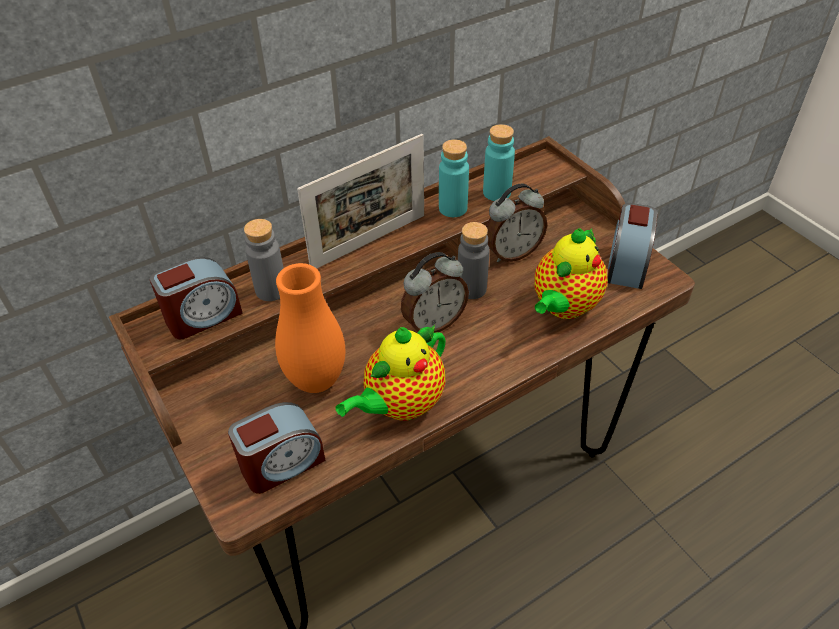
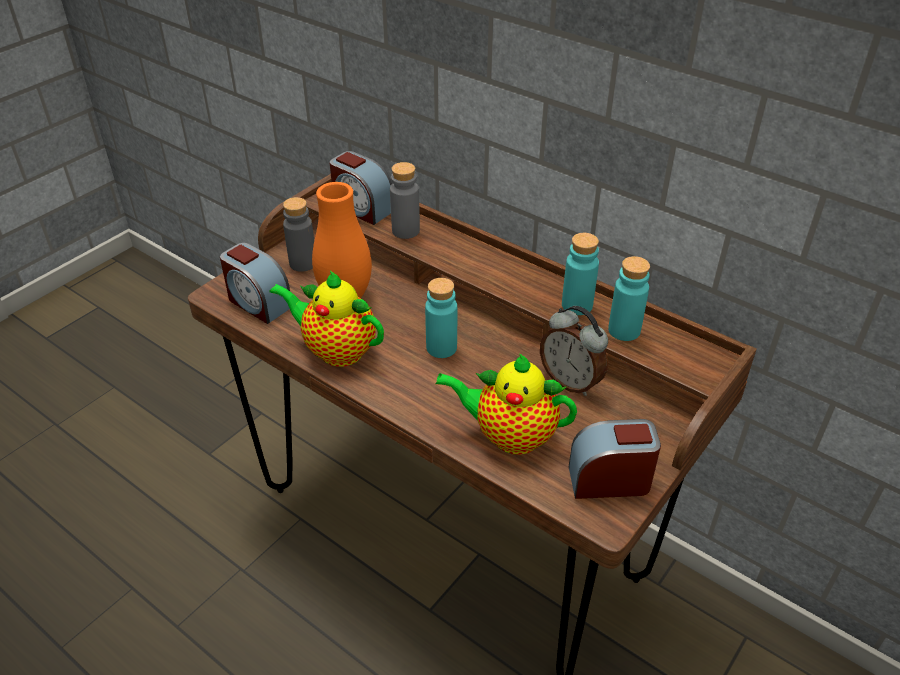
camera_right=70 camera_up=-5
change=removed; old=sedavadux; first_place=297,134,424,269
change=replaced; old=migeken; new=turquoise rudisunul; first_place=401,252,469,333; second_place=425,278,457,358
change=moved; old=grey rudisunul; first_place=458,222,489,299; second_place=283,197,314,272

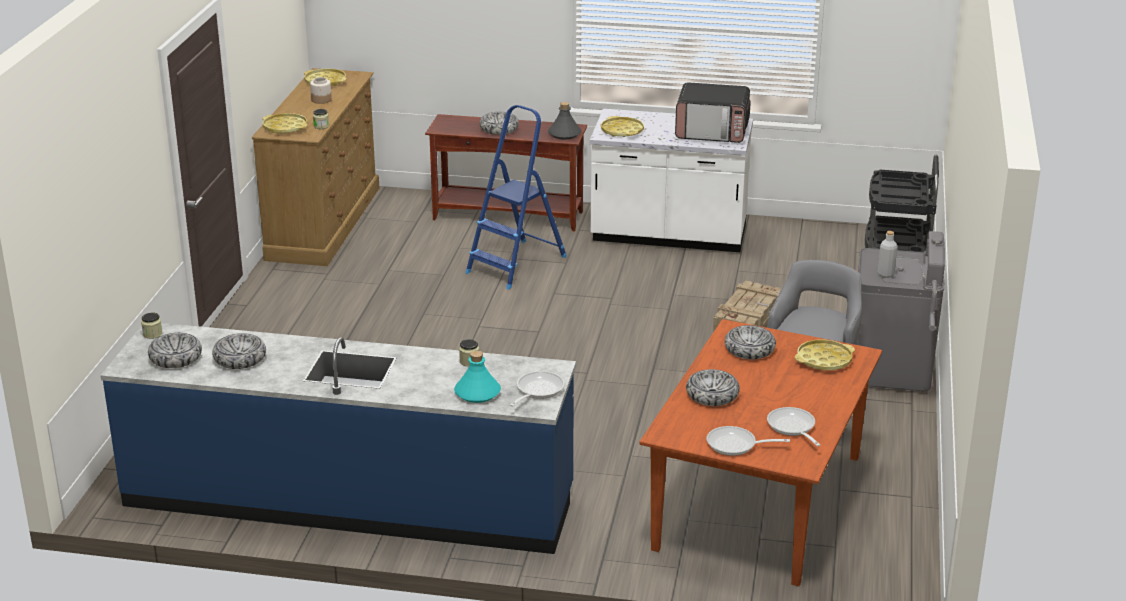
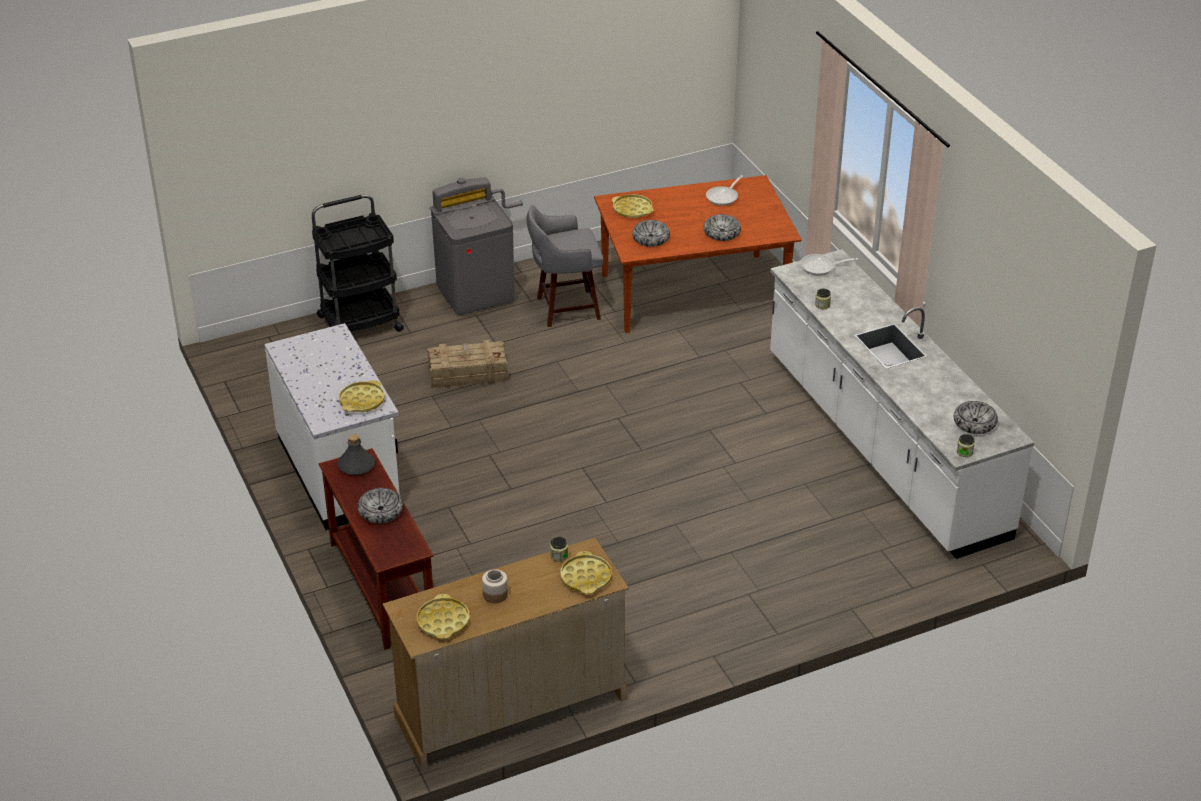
camera_right=-125 camera_up=10
change=recoloured; old=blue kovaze; new=white kovaze; first_place=100,323,576,554; second_place=770,249,1034,559
change=removed; old=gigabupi; first_place=212,333,266,369
change=removed; old=turquoise rudisunul; first_place=454,351,501,403
change=removed; old=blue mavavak; first_place=465,105,567,290
change=removed; old=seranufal; first_place=675,82,751,143
change=removed; old=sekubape; first_place=707,426,790,456
change=removed; old=grey rudisunul; first_place=878,231,897,278

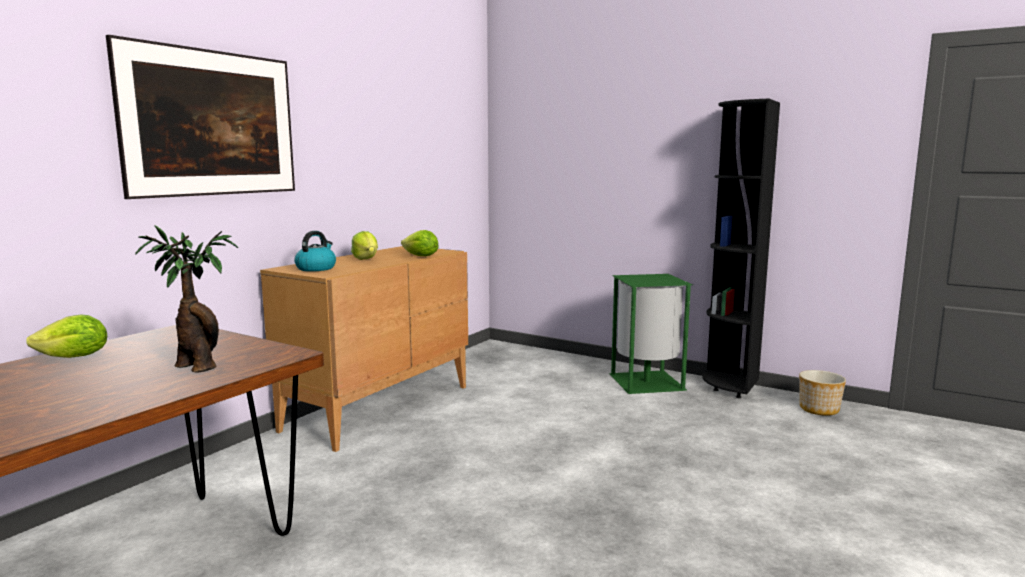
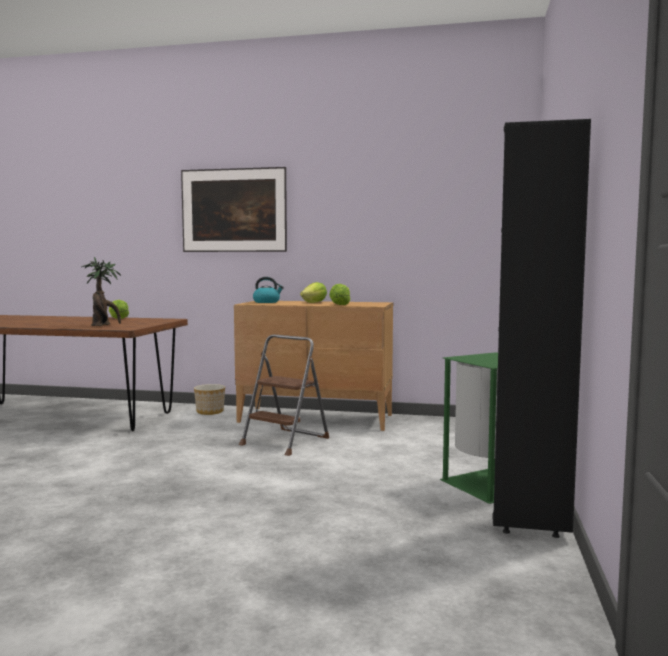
camera_right=70 camera_up=-5
change=moved; old=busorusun; first_place=799,370,846,416; second_place=194,384,225,415
change=added; new=brown mavavak; second_place=239,335,329,456

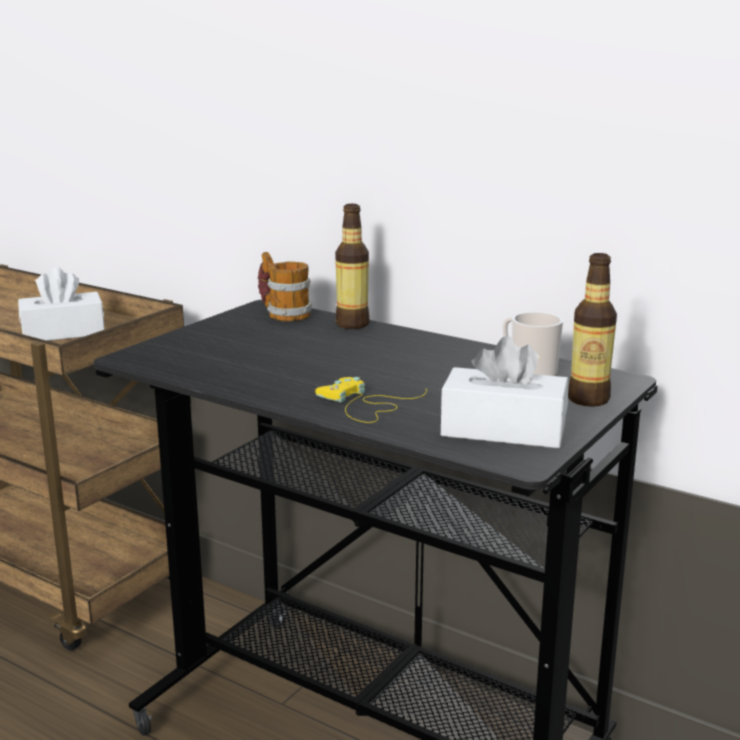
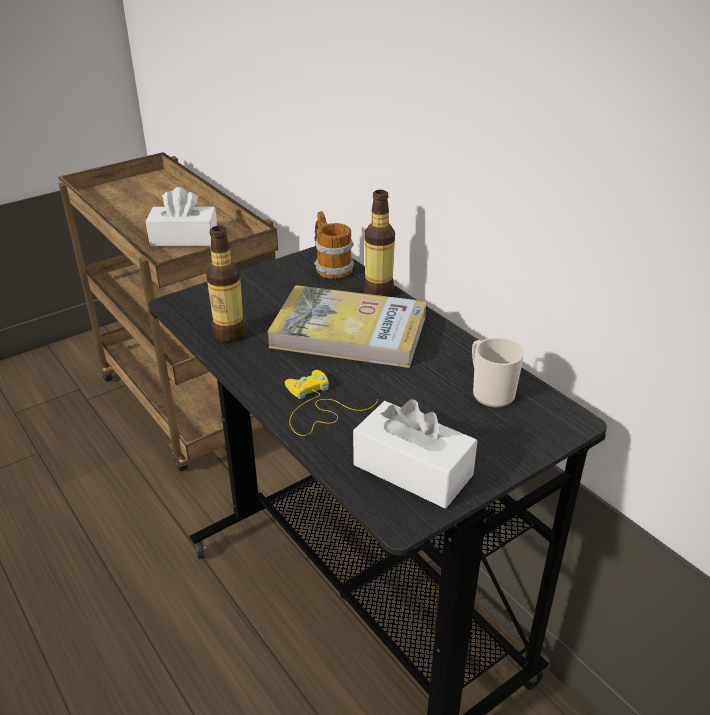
camera_right=20 camera_up=15
change=moved; old=rudisunul; first_place=568,253,617,407; second_place=206,226,246,342
change=added; new=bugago; second_place=267,285,426,368

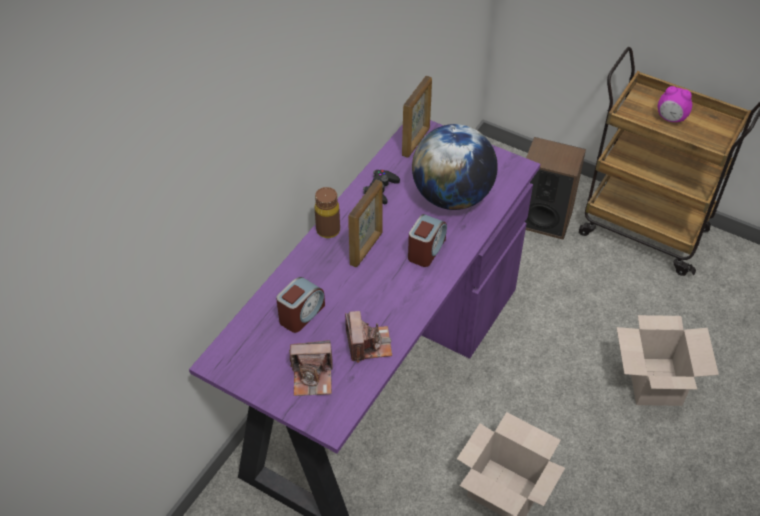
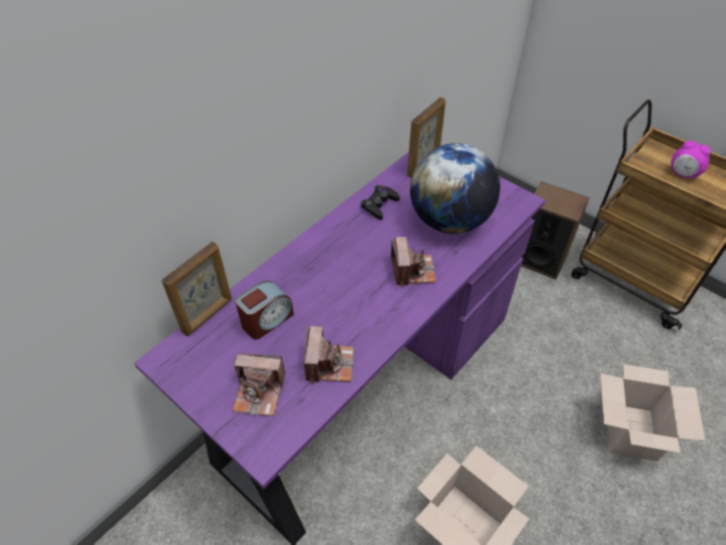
camera_right=10 camera_up=0
change=removed; old=brown rudisunul; first_place=315,187,340,238
change=moved; old=sedavadux; first_place=348,180,383,267; second_place=162,241,232,336
change=replaced; old=migeken; new=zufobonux; first_place=408,214,447,267; second_place=391,237,436,287

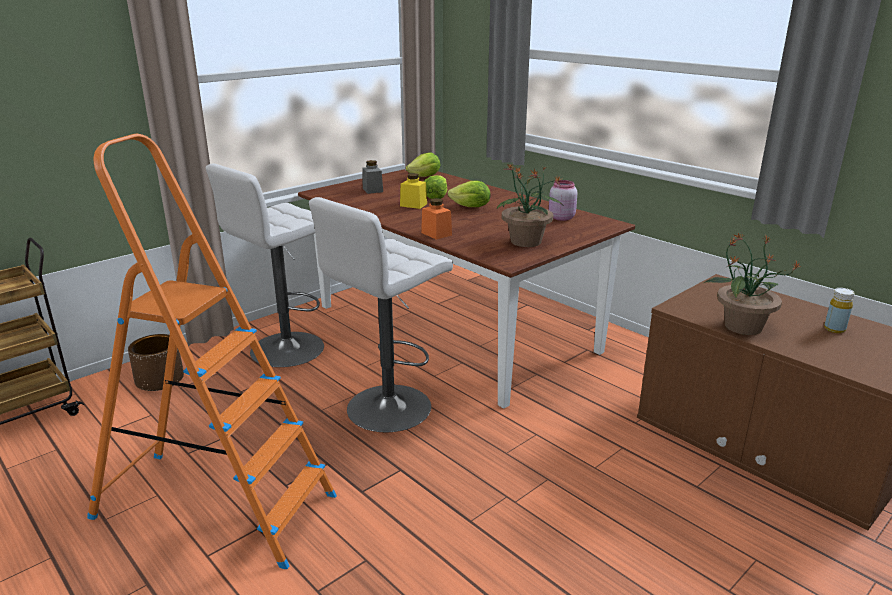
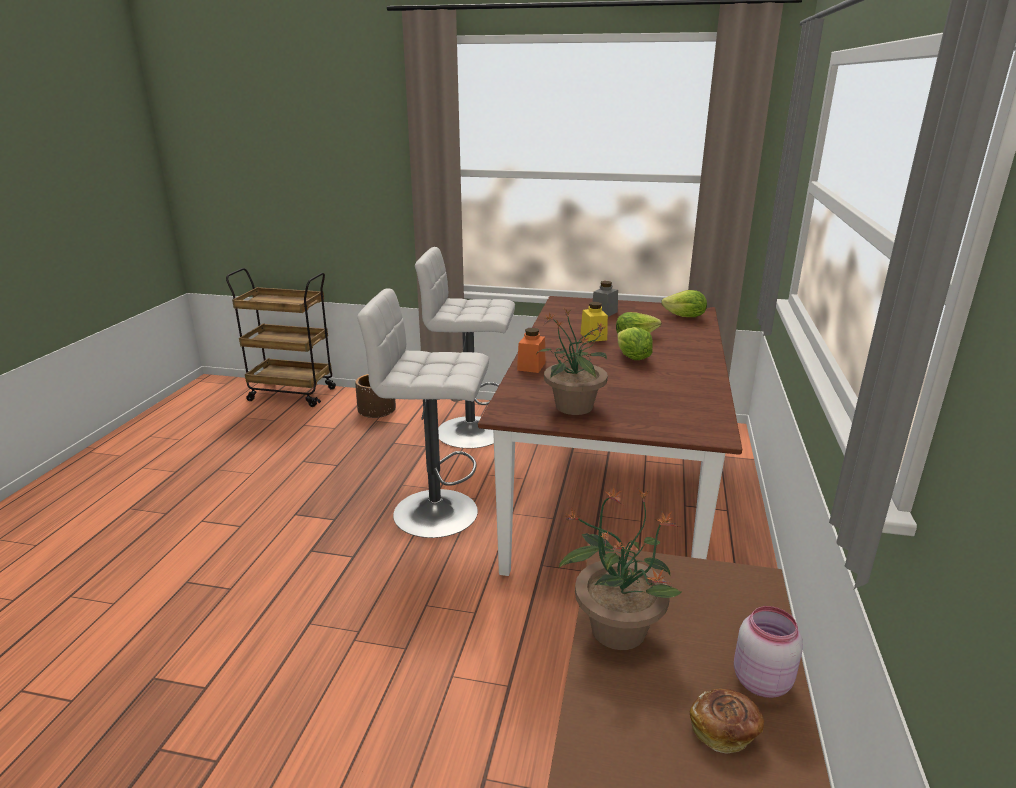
camera_right=55 camera_up=0
change=removed; old=orange mavavak; first_place=87,134,337,569
change=moved; old=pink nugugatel; first_place=549,180,577,221; second_place=734,606,803,698
change=replaced; old=yellow rudisunul; new=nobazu; first_place=824,288,855,333; second_place=690,689,764,754

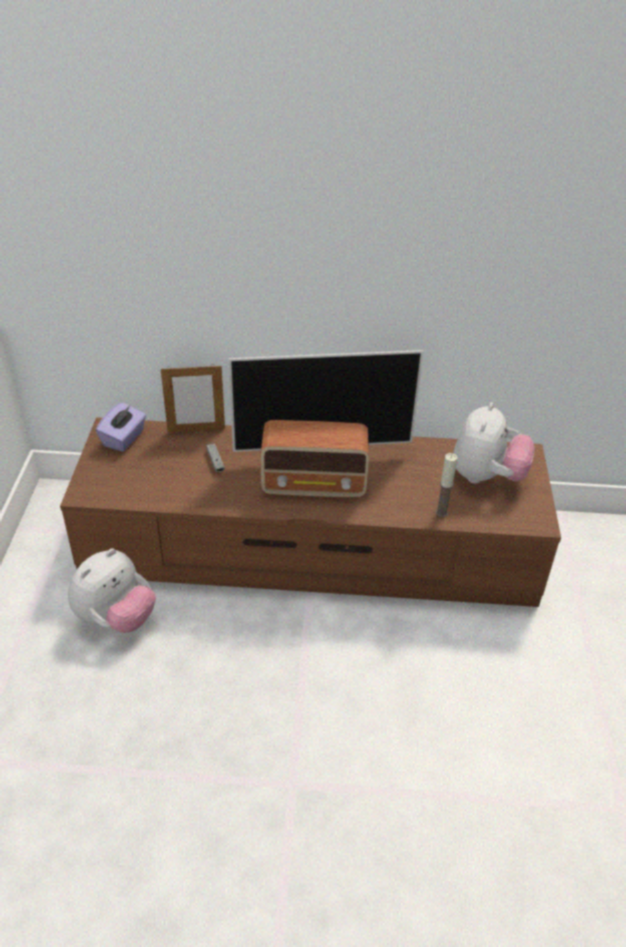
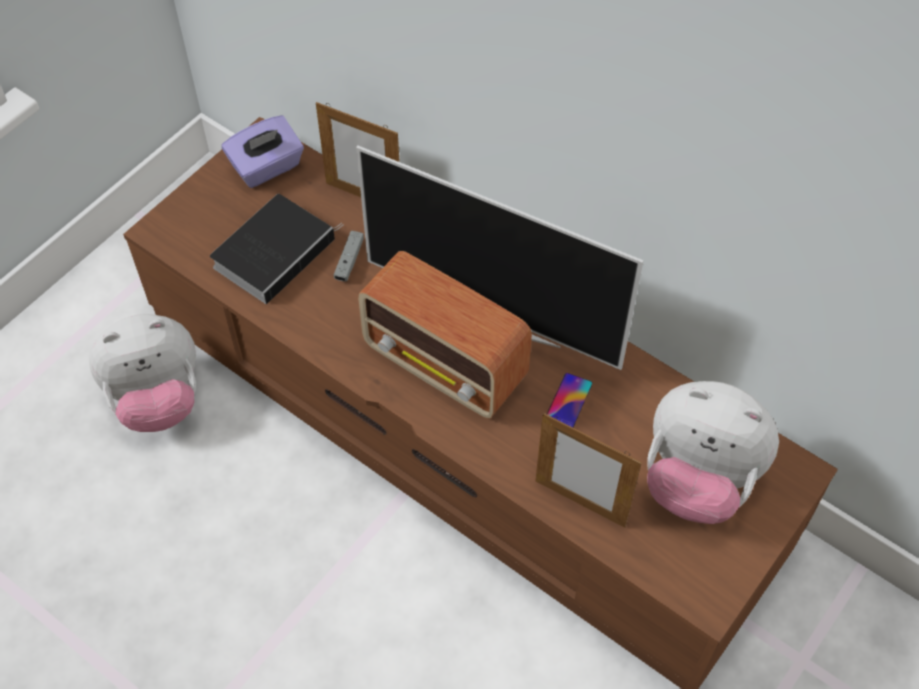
camera_right=35 camera_up=15
change=replaced; old=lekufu; new=sedavadux; first_place=435,453,457,517; second_place=536,413,642,528
change=turned; old=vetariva; first_place=453,402,535,484; second_place=647,381,779,524; degrees=60
change=added; new=bugago; second_place=210,194,344,305
change=added; new=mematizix; second_place=547,373,592,428

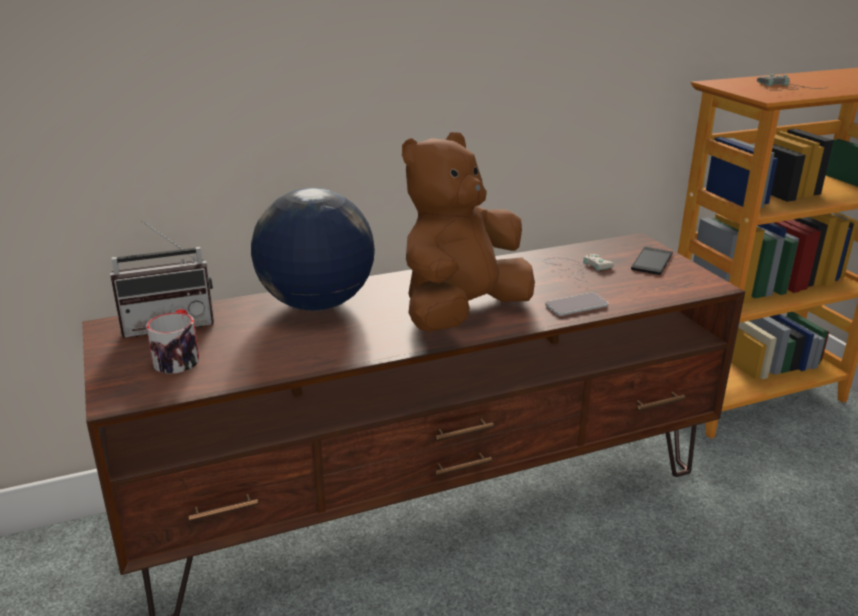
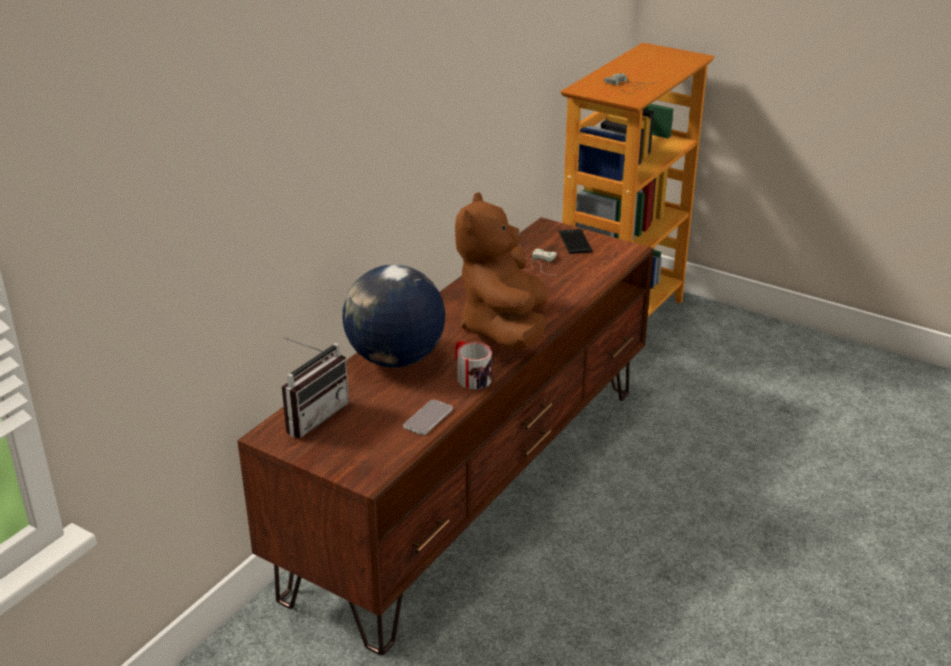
camera_right=-35 camera_up=5
change=moved; old=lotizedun; first_place=146,309,199,374; second_place=456,341,492,389
change=moved; old=mematizix; first_place=545,293,608,316; second_place=404,400,453,435

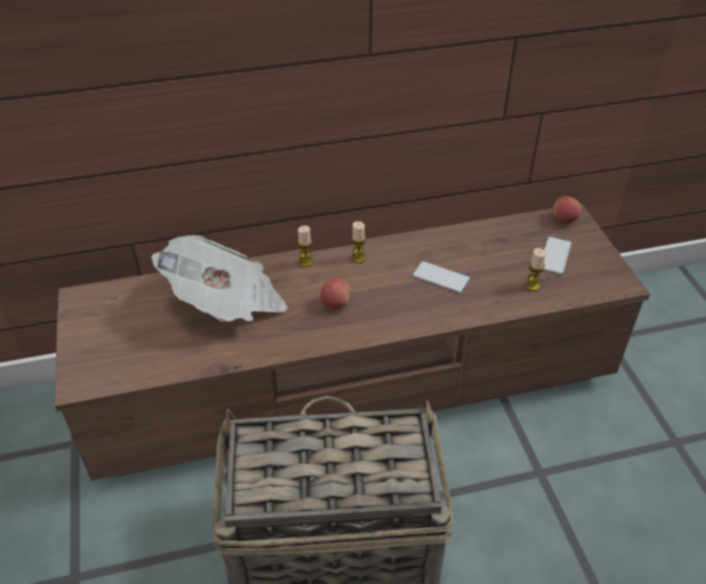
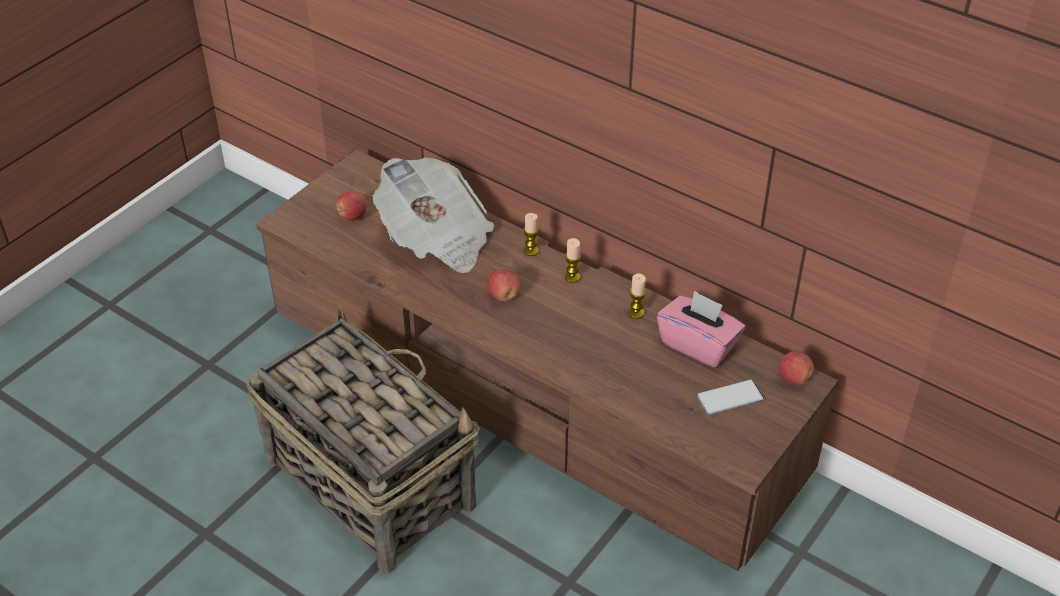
camera_right=50 camera_up=0
change=removed; old=mematizix; first_place=412,261,471,293
change=moved; old=lekufu; first_place=525,248,546,291; second_place=628,274,646,319
change=added; new=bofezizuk; second_place=336,192,367,221
change=added; new=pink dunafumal; second_place=657,290,745,368

